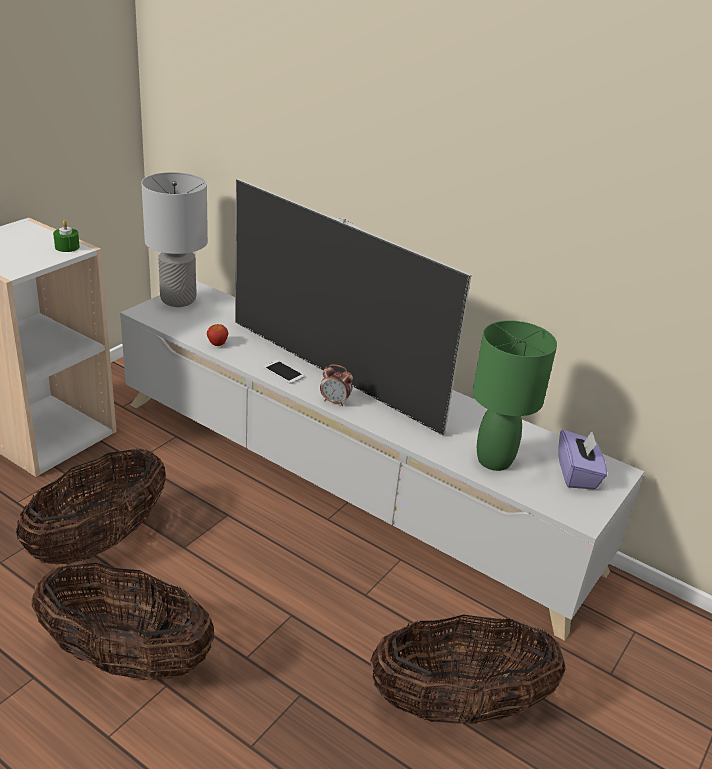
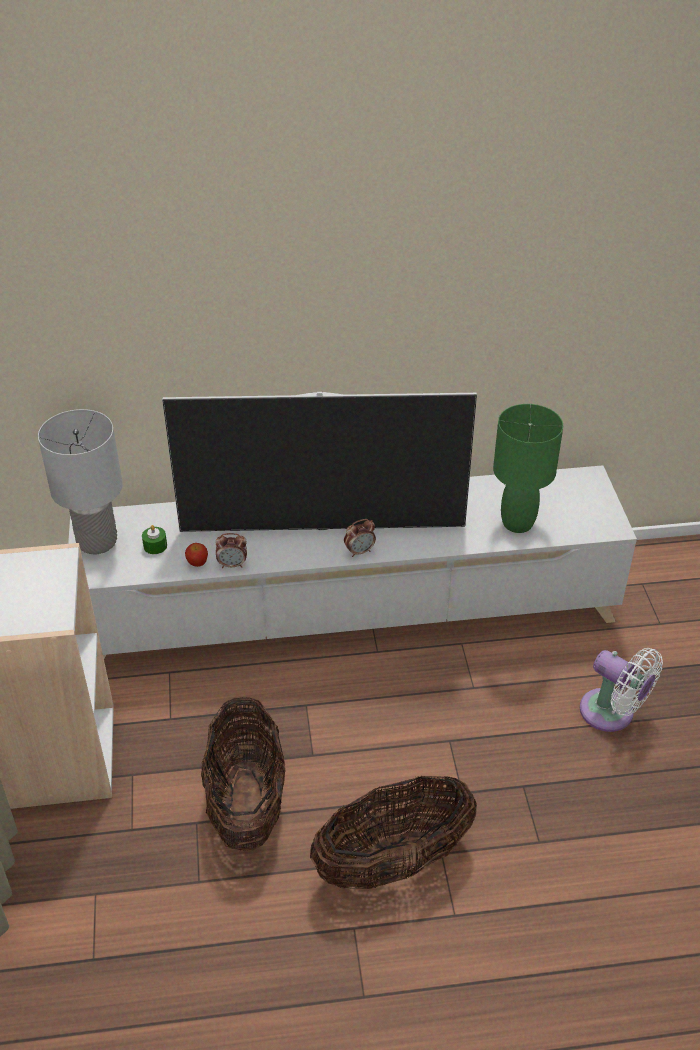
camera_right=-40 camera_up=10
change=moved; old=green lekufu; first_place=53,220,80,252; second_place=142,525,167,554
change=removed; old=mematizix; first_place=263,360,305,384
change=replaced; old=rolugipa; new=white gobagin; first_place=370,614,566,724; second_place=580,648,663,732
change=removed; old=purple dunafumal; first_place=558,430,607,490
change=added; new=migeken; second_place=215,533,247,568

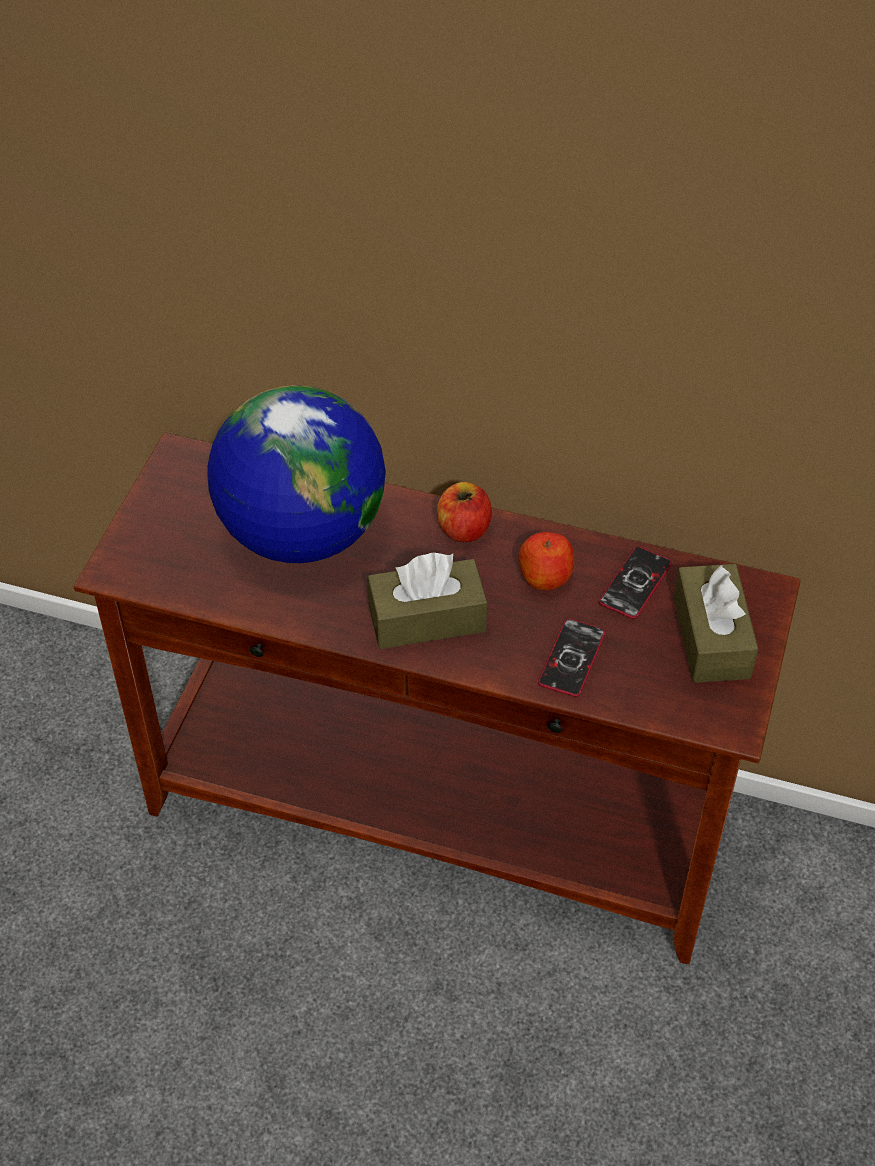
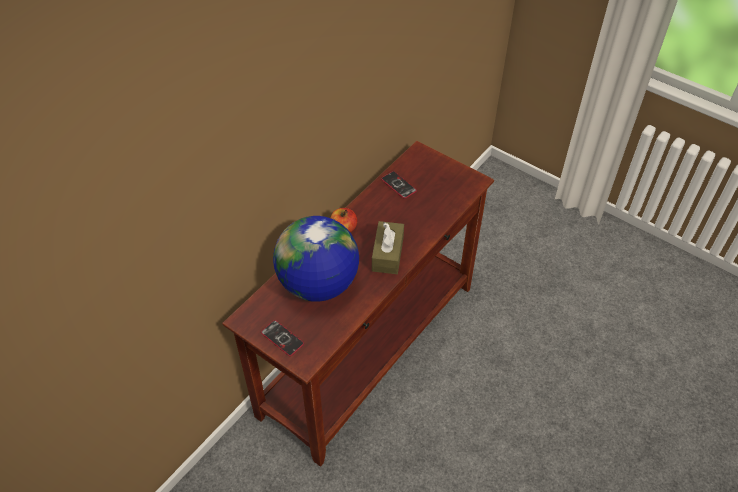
camera_right=-70 camera_up=0
change=removed; old=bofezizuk; first_place=518,532,574,590
change=moved; old=mematizix; first_place=538,618,606,697; second_place=261,320,304,356
change=removed; old=brown dunafumal; first_place=674,564,758,683

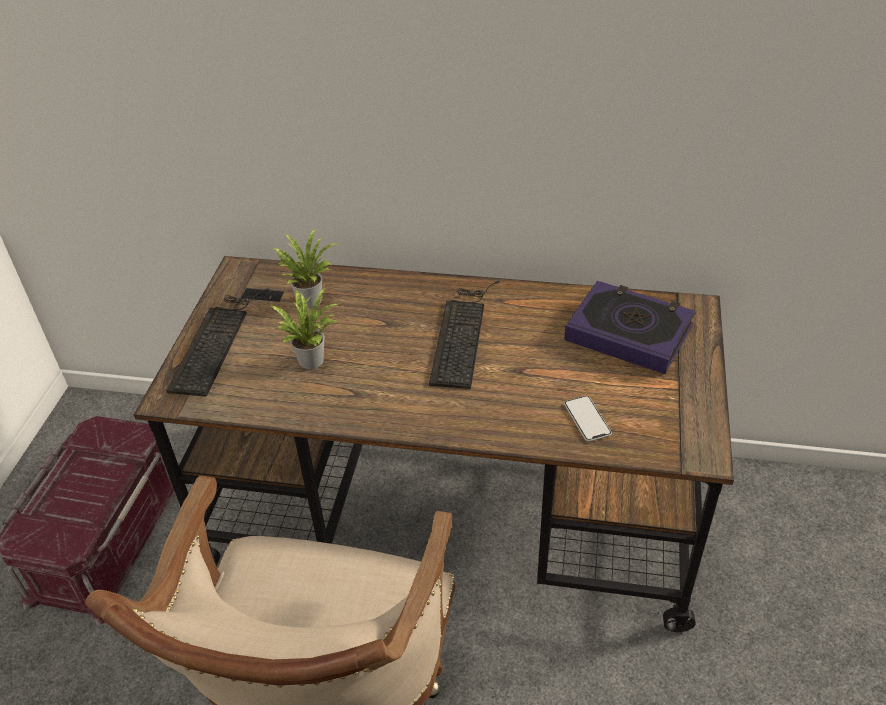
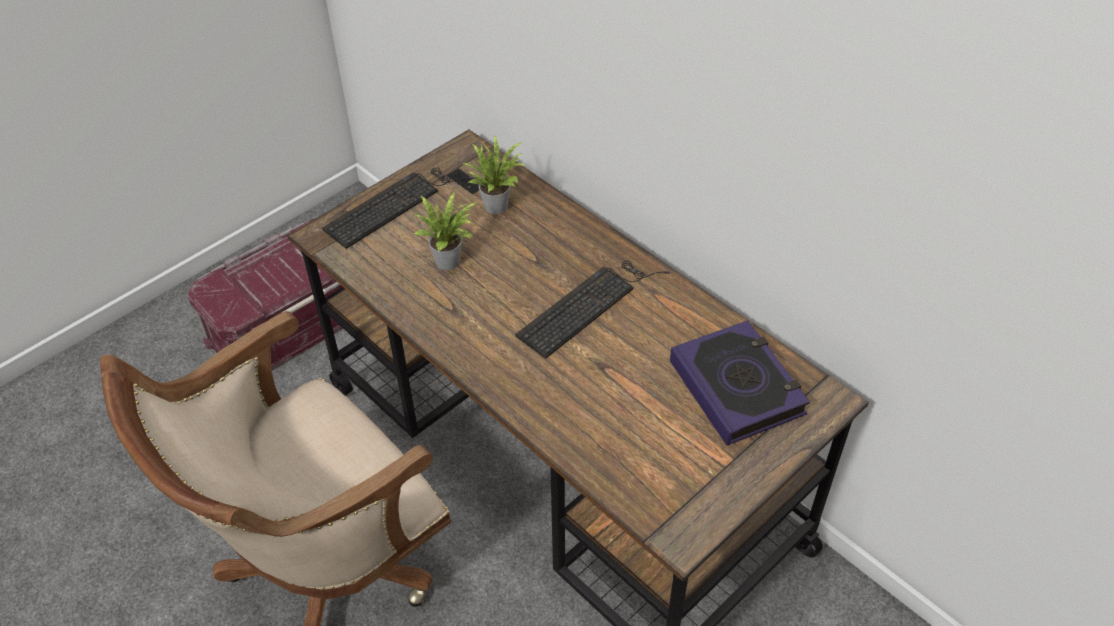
camera_right=35 camera_up=5
change=removed; old=mematizix; first_place=564,396,612,442

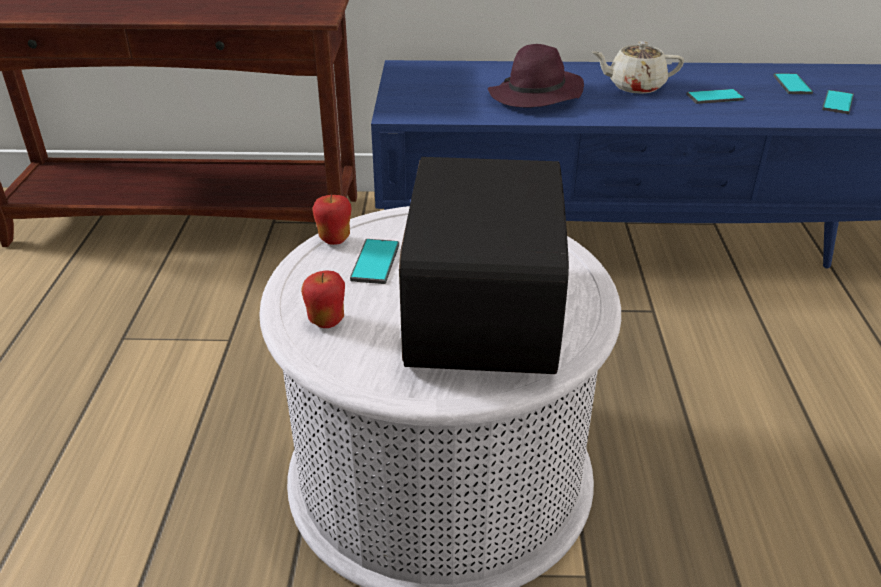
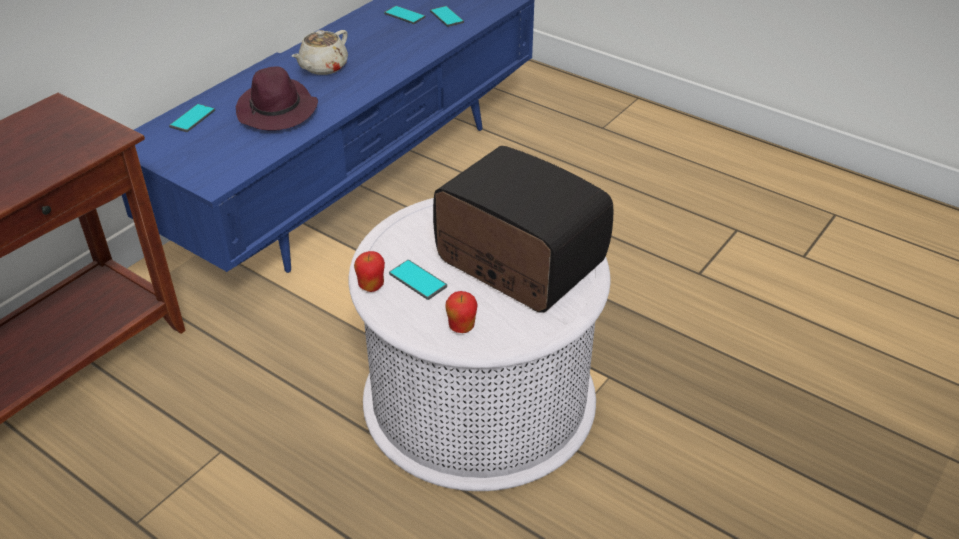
camera_right=-55 camera_up=5
change=moved; old=mematizix; first_place=686,89,744,104; second_place=169,104,215,132

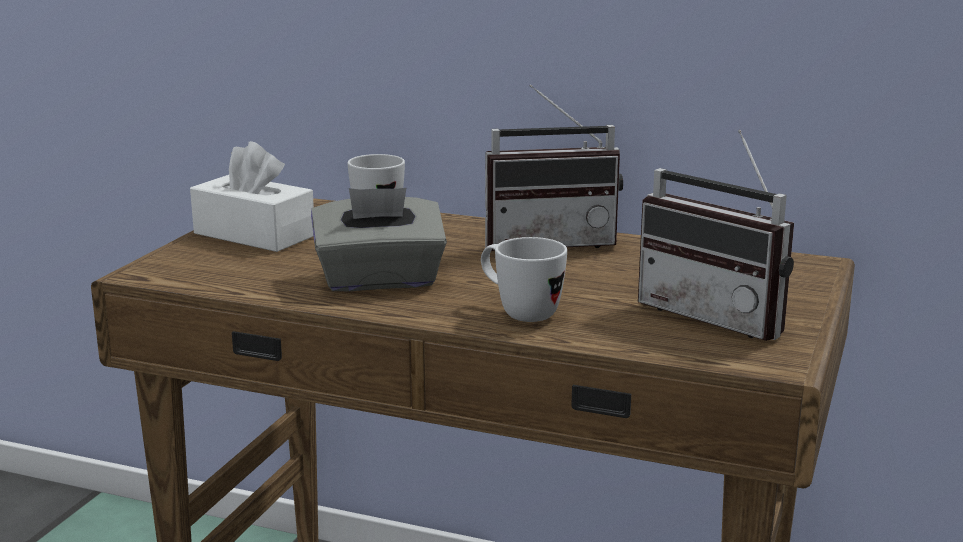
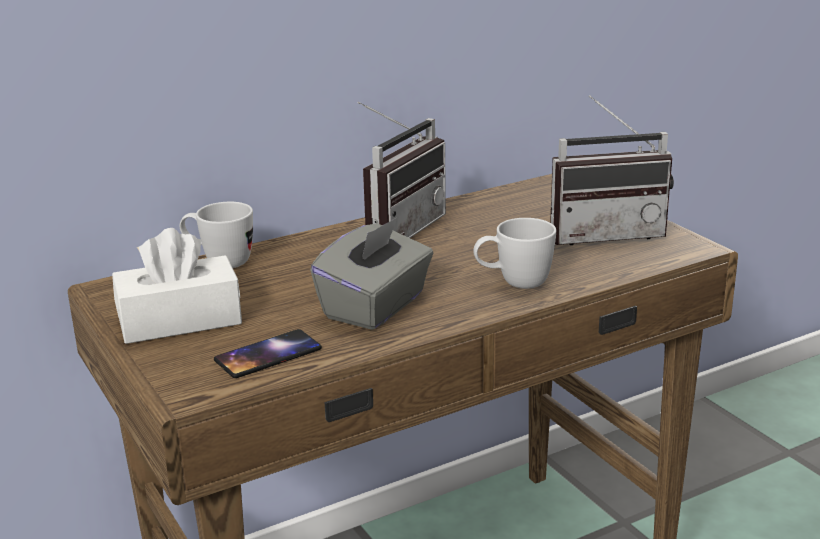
camera_right=-50 camera_up=5
change=added; new=mematizix; second_place=214,329,322,378

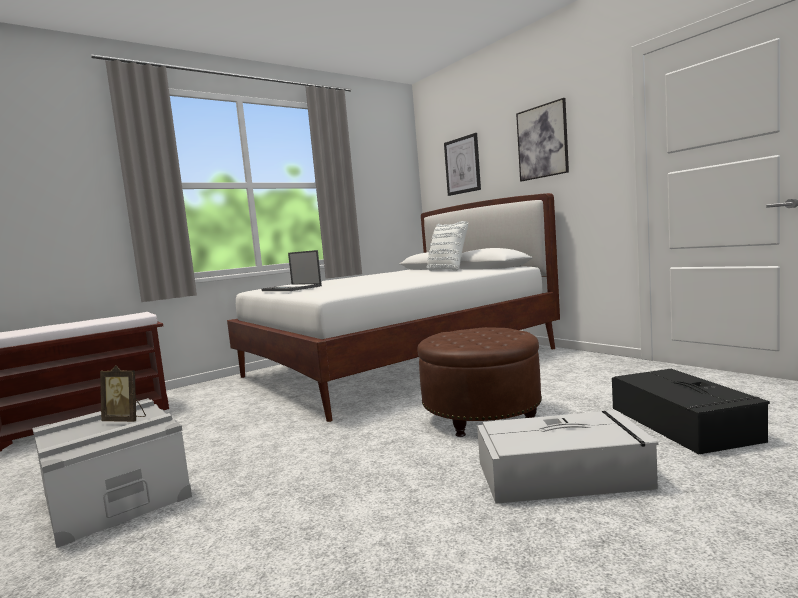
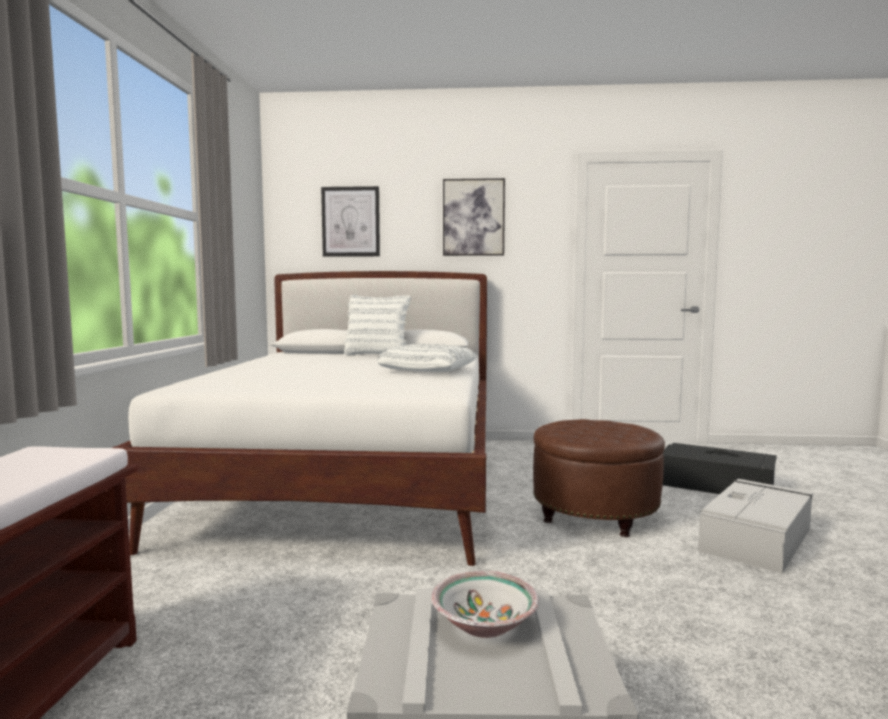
camera_right=-50 camera_up=0
change=replaced; old=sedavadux; new=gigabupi; first_place=100,365,146,422; second_place=431,571,539,638
change=removed; old=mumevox; first_place=261,250,322,291
change=added; new=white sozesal; second_place=377,344,478,372

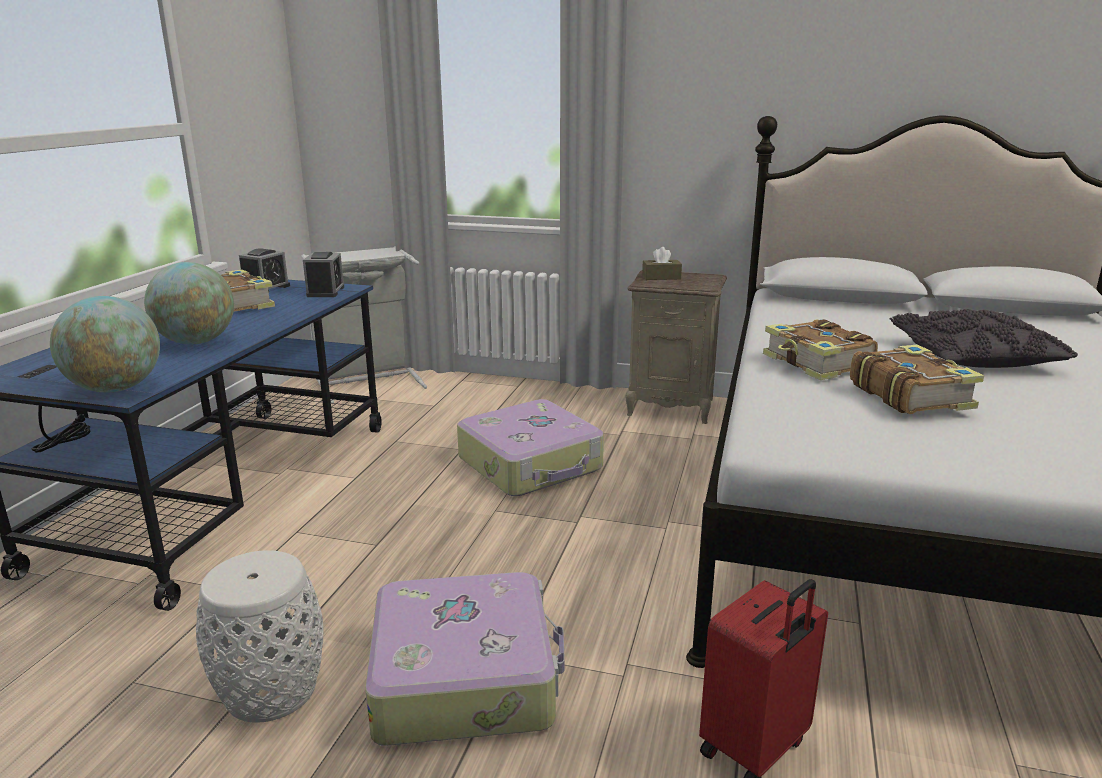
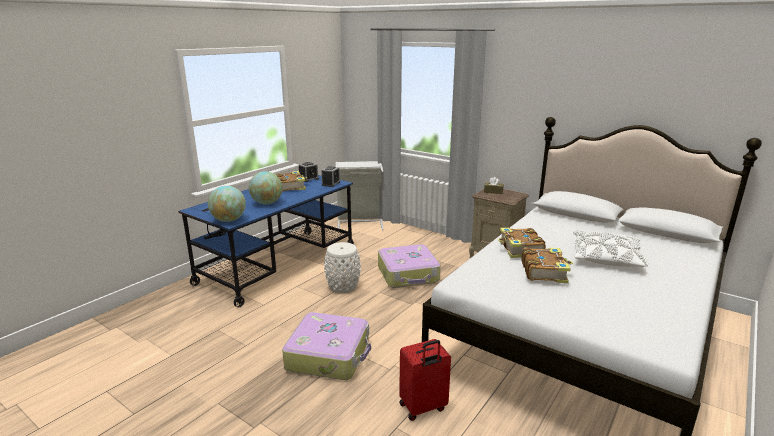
camera_right=20 camera_up=0
change=moved; old=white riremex; first_place=196,550,323,723; second_place=324,242,361,293
change=recoloured; old=black sozesal; new=white sozesal; first_place=890,309,1078,368; second_place=573,230,648,267

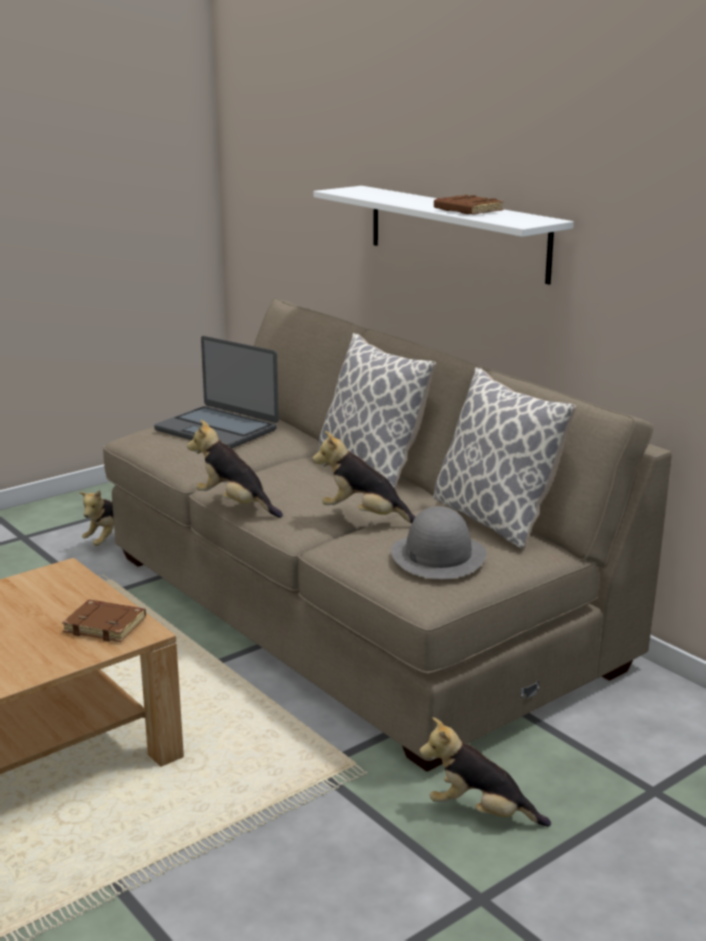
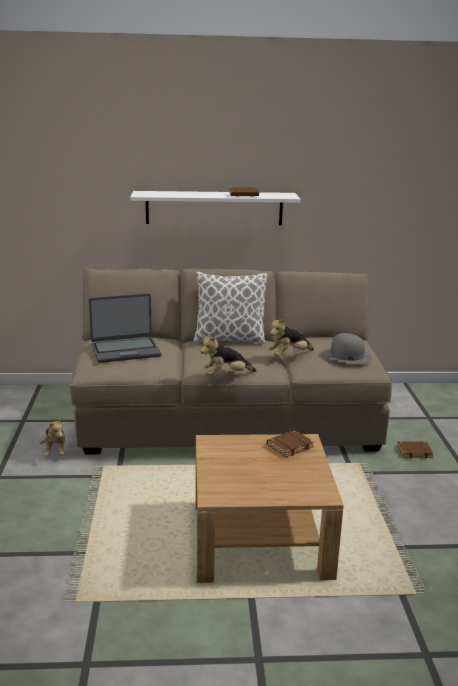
camera_right=-55 camera_up=0
change=replaced; old=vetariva; new=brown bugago; first_place=419,717,551,827; second_place=397,441,434,458
change=removed; old=sozesal; first_place=433,367,576,549

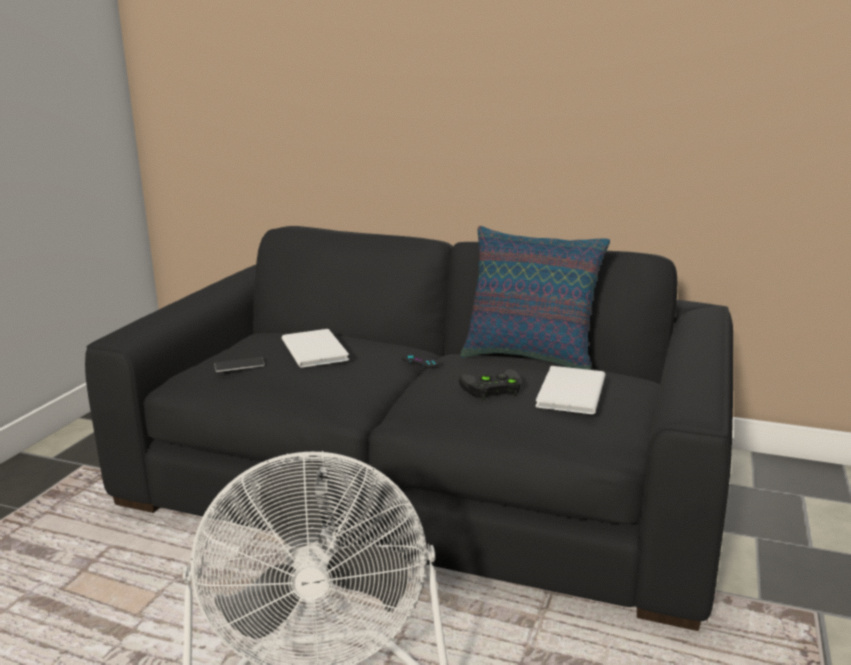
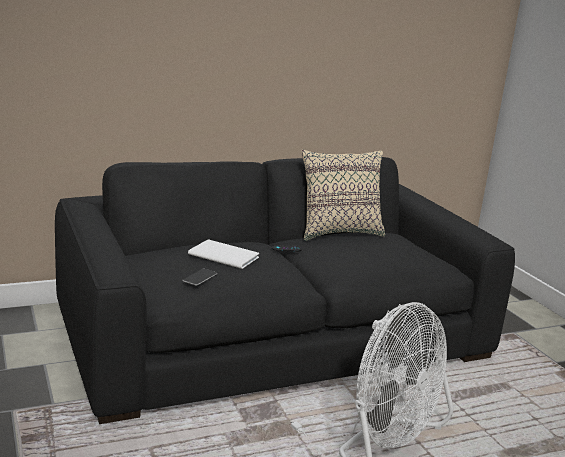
camera_right=-45 camera_up=0
change=removed; old=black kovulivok; first_place=459,369,521,400
change=recoloured; old=blue sozesal; new=beige sozesal; first_place=461,226,610,370; second_place=301,150,385,241
change=removed; old=white bugago; first_place=535,366,606,414

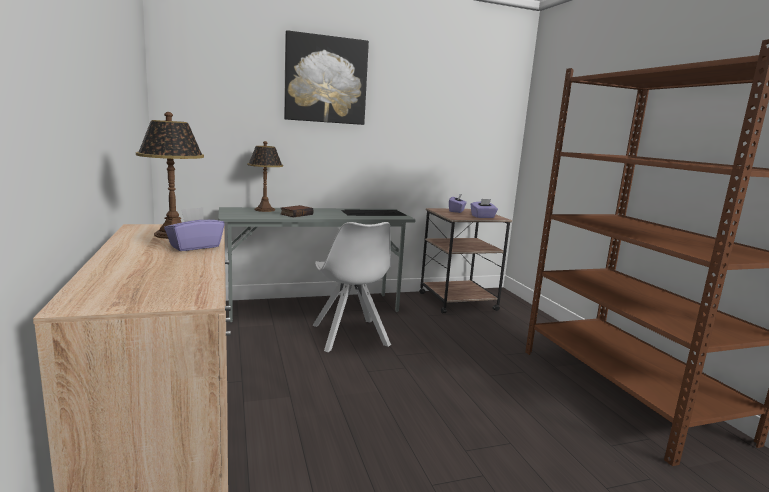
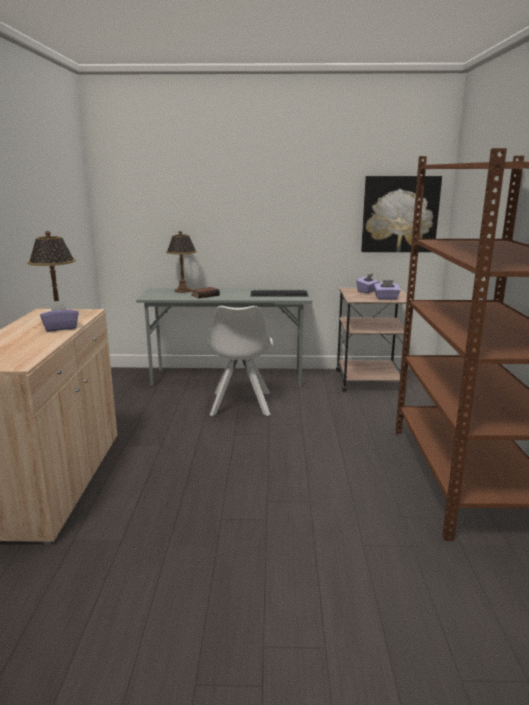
camera_right=20 camera_up=5
change=moved; old=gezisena; first_place=284,30,369,125; second_place=361,176,442,252

